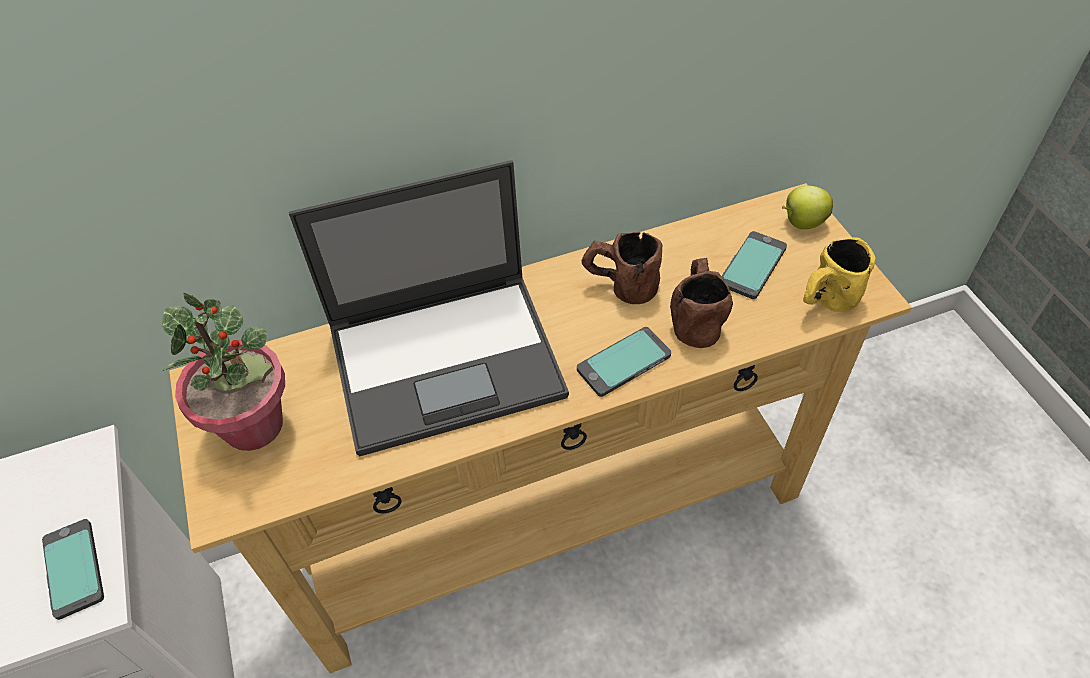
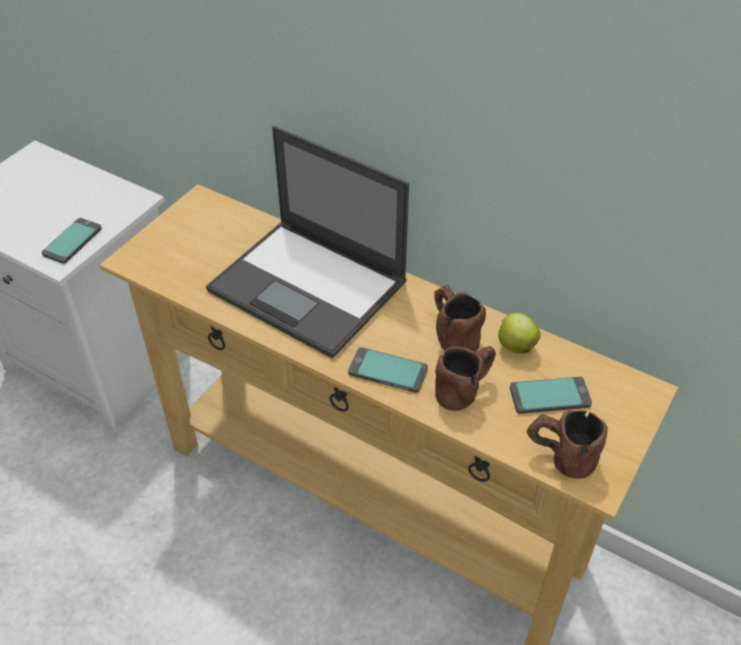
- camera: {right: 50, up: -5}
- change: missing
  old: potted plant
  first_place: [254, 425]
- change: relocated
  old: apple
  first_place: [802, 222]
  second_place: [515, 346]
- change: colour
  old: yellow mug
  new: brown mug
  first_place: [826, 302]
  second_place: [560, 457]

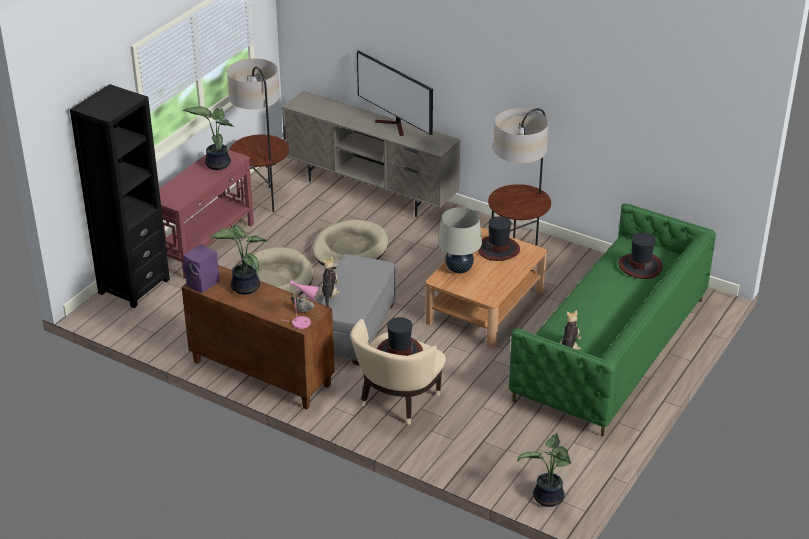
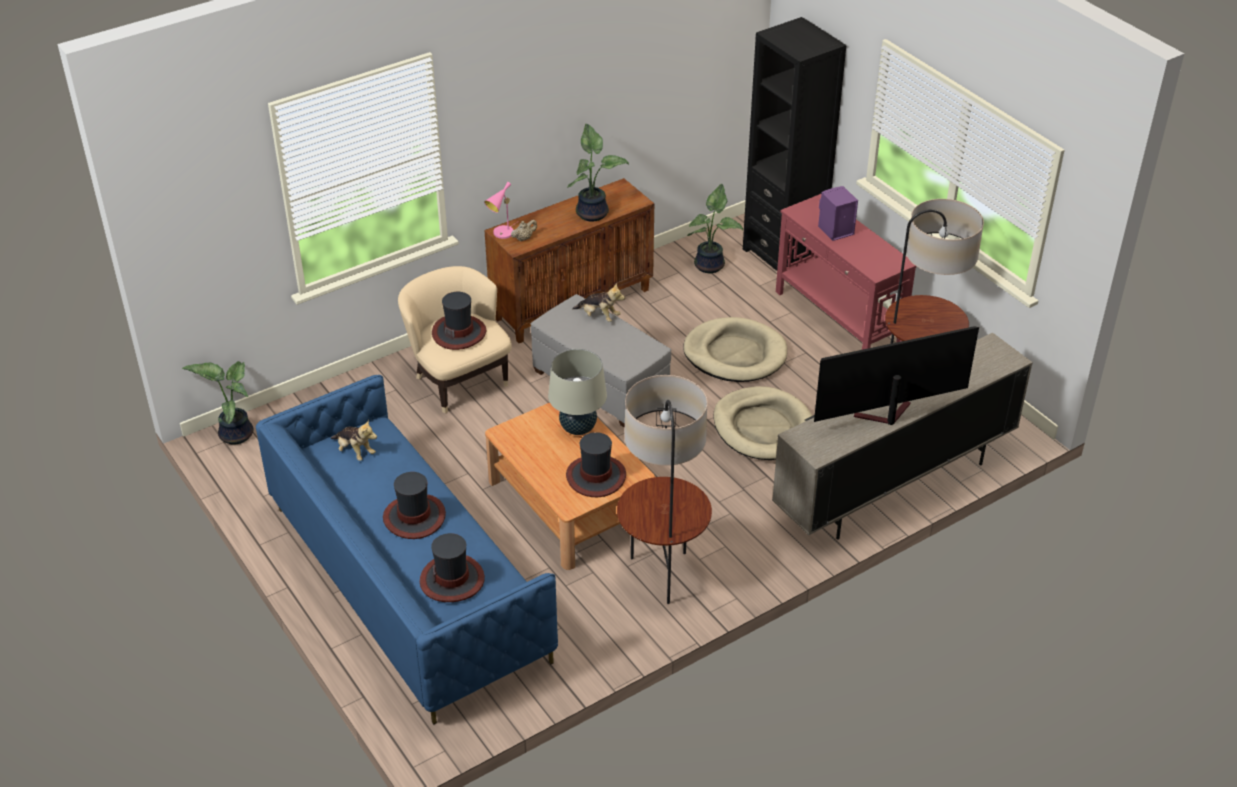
- camera: {right: 115, up: 5}
- change: appeared
  new: hat
  second_place: [414, 517]
- change: relocated
  old: potted plant
  first_place: [216, 164]
  second_place: [711, 265]
- change: relocated
  old: purple speaker
  first_place: [203, 284]
  second_place: [834, 230]
- change: colour
  old: green sofa
  new: blue sofa
  first_place: [611, 350]
  second_place: [408, 582]

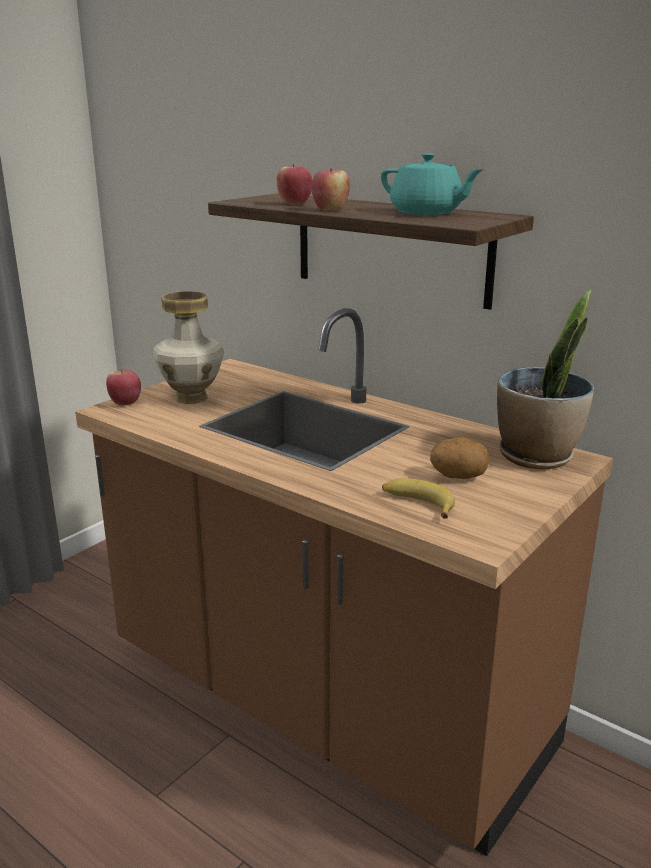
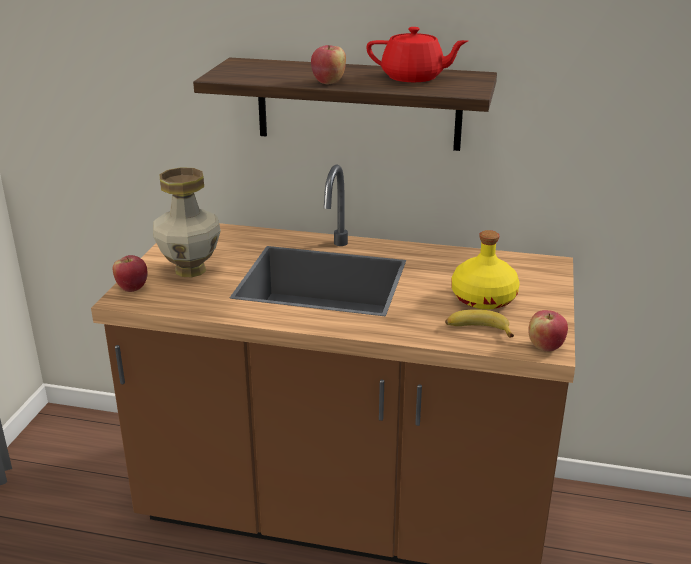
- camera: {right: -25, up: 5}
- change: missing
  old: potted plant
  first_place: [537, 456]
- change: relocated
  old: apple
  first_place: [294, 204]
  second_place: [545, 347]
- change: exchanged
  old: potato
  new: yellow bottle
  first_place: [458, 477]
  second_place: [484, 298]
- change: colour
  old: turquoise teapot
  new: red teapot
  first_place: [427, 213]
  second_place: [413, 78]

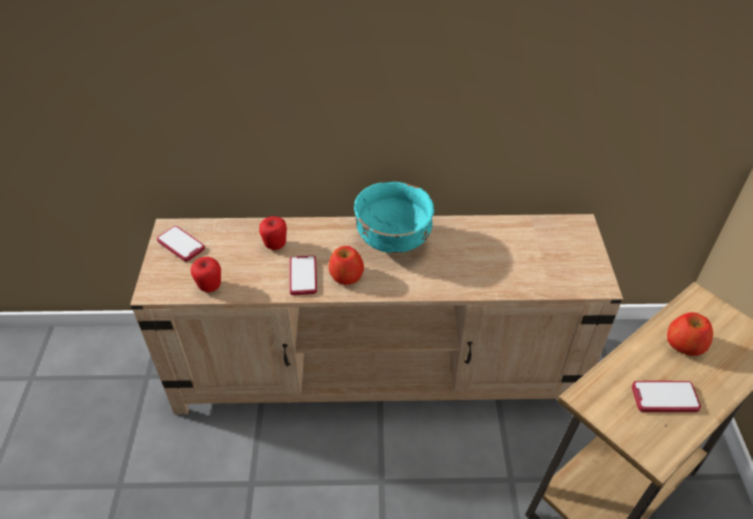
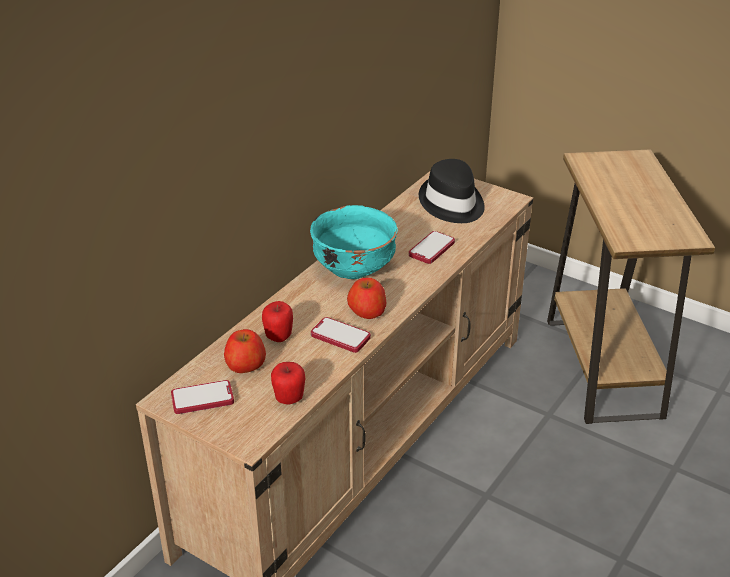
- camera: {right: -55, up: -10}
- change: appeared
  new: black hat
  second_place: [451, 203]
- change: relocated
  old: phone
  first_place: [664, 398]
  second_place: [431, 249]
- change: relocated
  old: apple
  first_place: [684, 344]
  second_place: [245, 365]

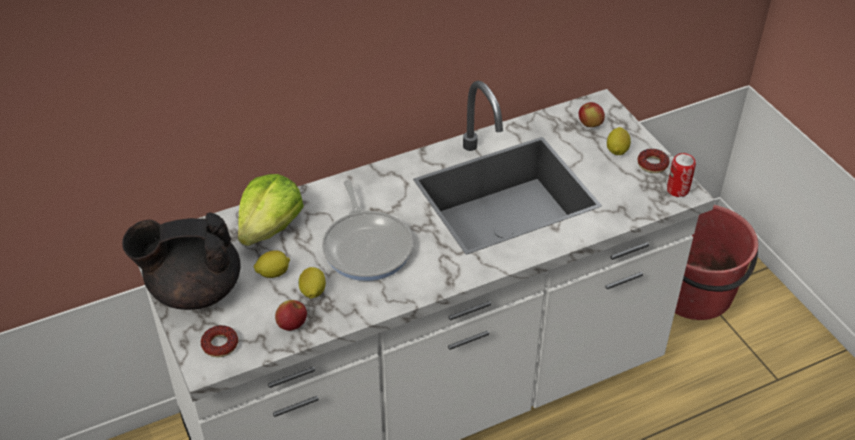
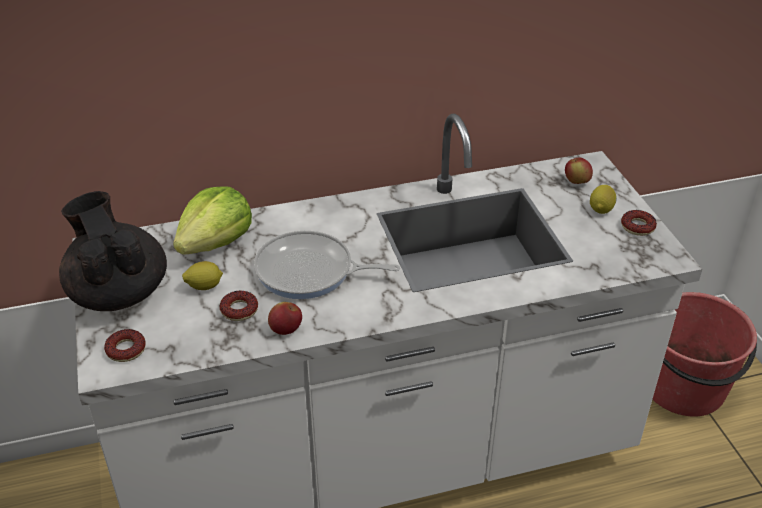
- camera: {right: 10, up: -5}
- change: missing
  old: can
  first_place: [677, 190]
- change: relocated
  old: apple
  first_place: [292, 325]
  second_place: [286, 330]
- change: exchanged
  old: lemon
  new: donut
  first_place: [312, 292]
  second_place: [239, 310]
- change: spun
  old: black teapot
  first_place: [193, 289]
  second_place: [118, 292]
  degrees: 60
- change: spun
  old: frying pan
  first_place: [367, 246]
  second_place: [310, 272]
  degrees: 105

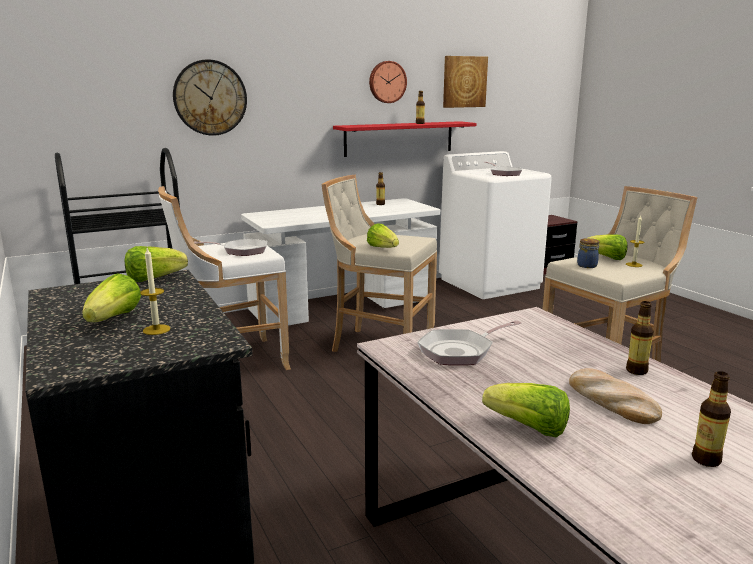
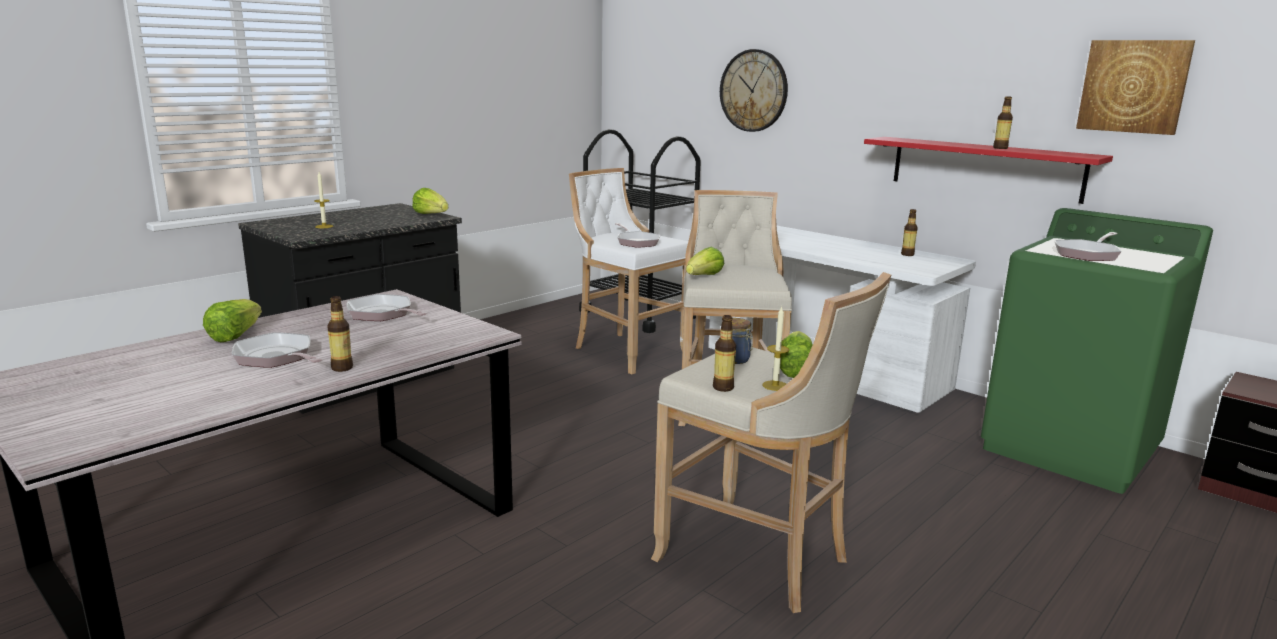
- camera: {right: 70, up: 0}
- change: missing
  old: lettuce
  first_place: [114, 319]
- change: missing
  old: wall clock
  first_place: [387, 82]
- change: relocated
  old: bottle
  first_place: [706, 460]
  second_place: [723, 388]
- change: exchanged
  old: bread
  new: frying pan
  first_place: [611, 401]
  second_place: [277, 358]
- change: colour
  old: white washing machine
  new: green washing machine
  first_place: [490, 283]
  second_place: [1070, 449]

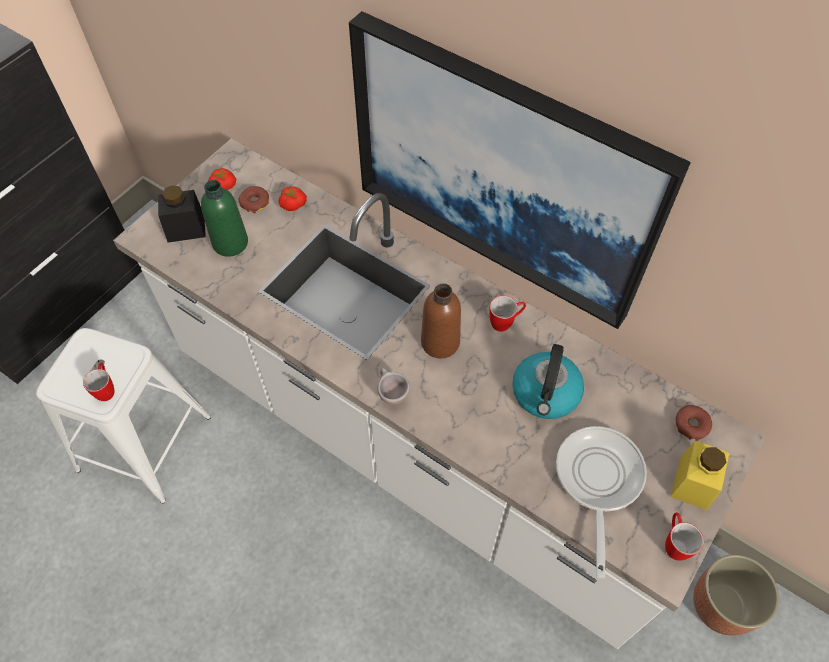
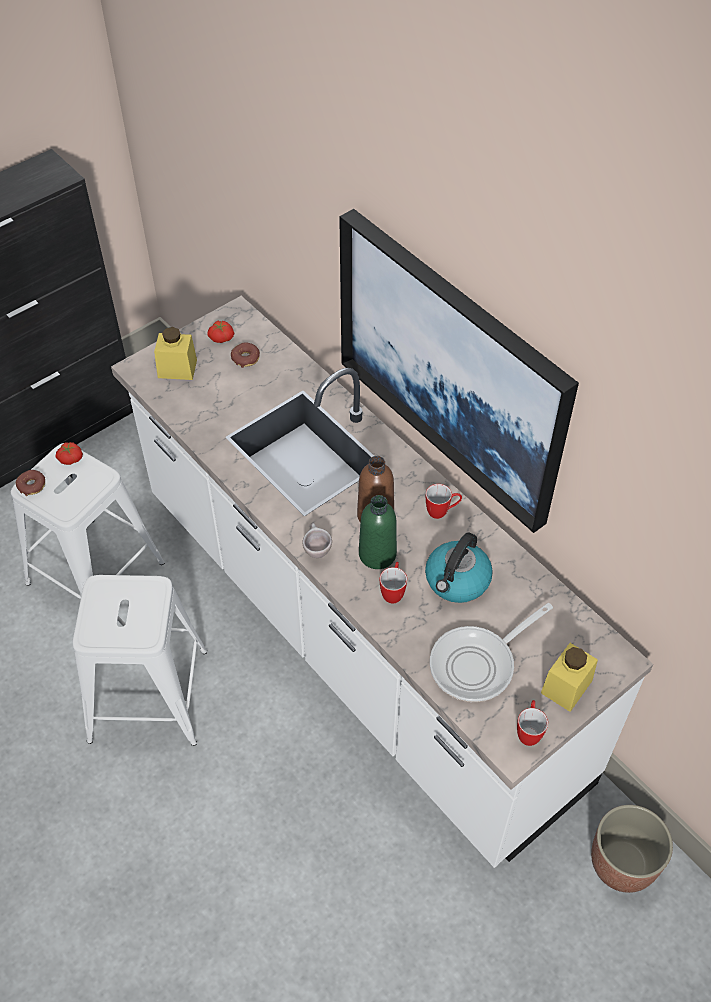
- camera: {right: 15, up: -5}
- change: appeared
  new: white stool
  second_place: [148, 694]
- change: relocated
  old: mug
  first_place: [106, 389]
  second_place: [393, 591]
- change: relocated
  old: green bottle
  first_place: [230, 243]
  second_place: [377, 554]
- change: relocated
  old: tomato
  first_place: [293, 204]
  second_place: [70, 458]
- change: relocated
  old: donut
  first_place: [691, 425]
  second_place: [32, 485]
- change: colour
  old: black jar
  new: yellow jar
  first_place: [186, 228]
  second_place: [177, 368]
- change: spun
  old: frying pan
  first_place: [597, 481]
  second_place: [478, 664]
  degrees: -150

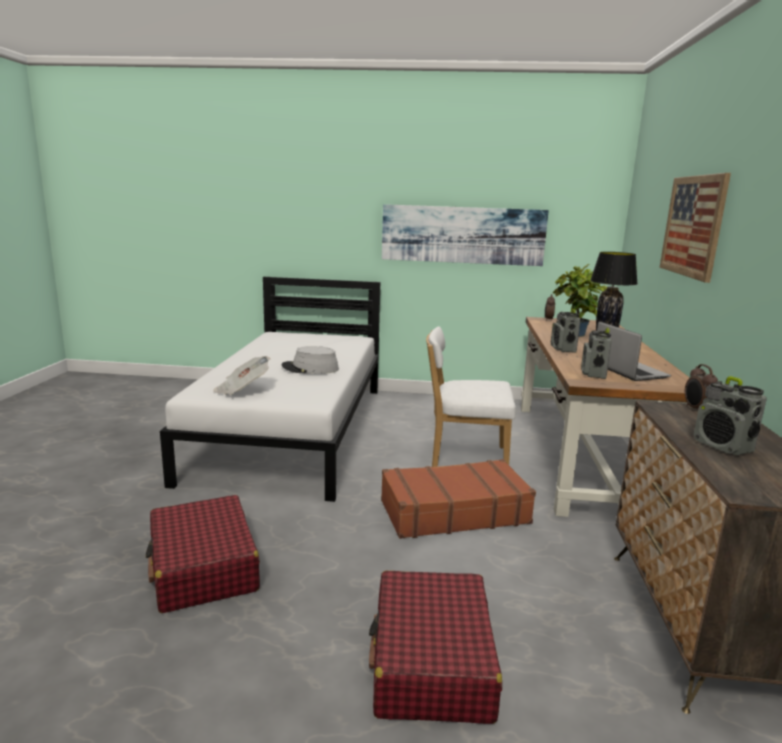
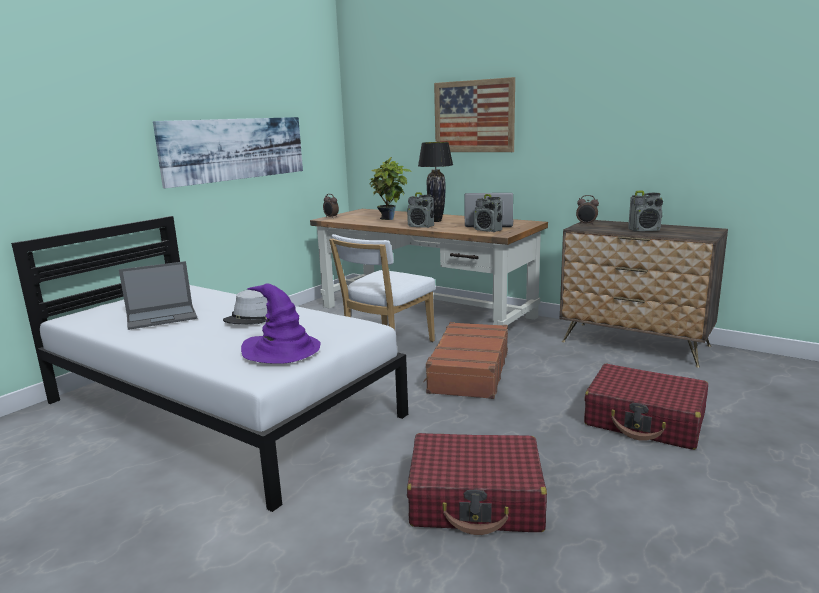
- camera: {right: -60, up: 0}
- change: appeared
  new: laptop
  second_place: [162, 317]
- change: exchanged
  old: newspaper
  new: purple hat
  first_place: [242, 390]
  second_place: [282, 350]

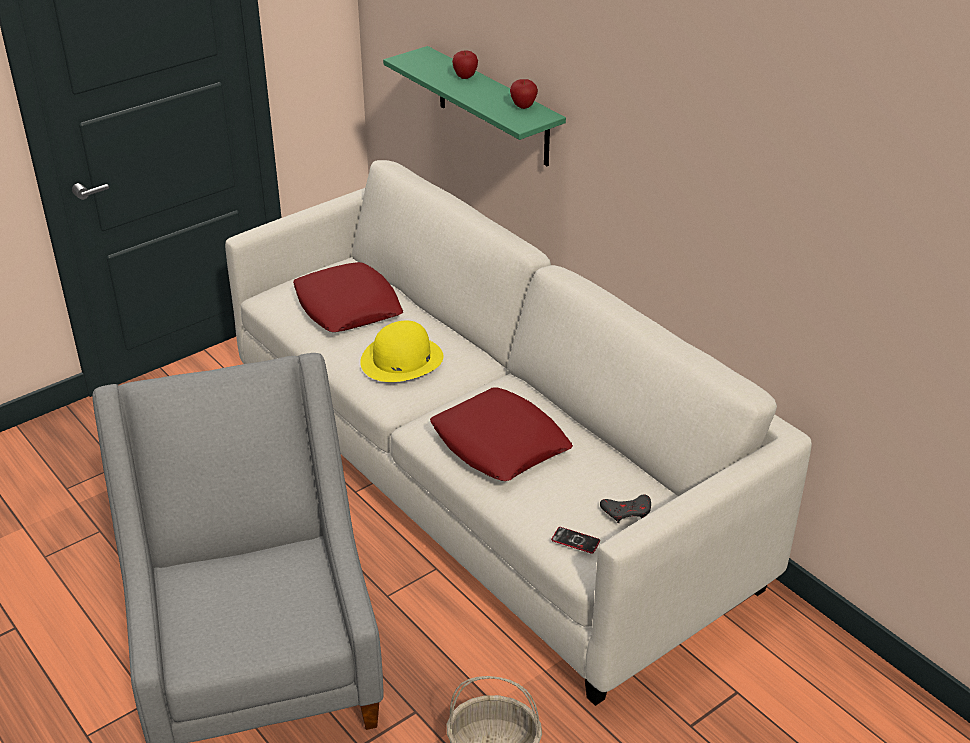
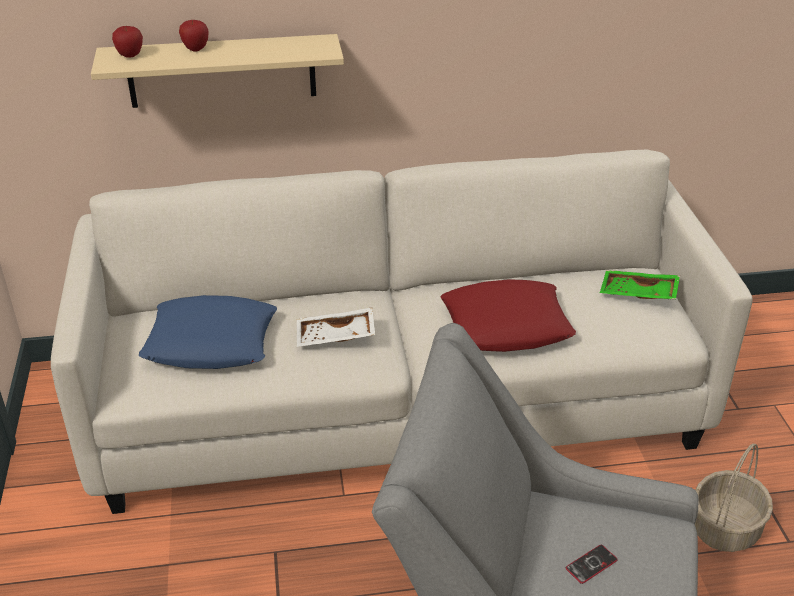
- camera: {right: -60, up: 0}
- change: relocated
  old: apple
  first_place: [523, 107]
  second_place: [130, 56]
- change: relocated
  old: phone
  first_place: [575, 541]
  second_place: [591, 564]
- change: exchanged
  old: yellow hat
  new: white tray
  first_place: [401, 359]
  second_place: [335, 337]
- change: exchanged
  old: grey game controller
  new: green tray
  first_place: [627, 511]
  second_place: [638, 294]
- change: colour
  old: red pillow
  new: blue pillow
  first_place: [348, 307]
  second_place: [211, 342]
- change: colour
  old: green shelf
  new: beige shelf
  first_place: [493, 107]
  second_place: [222, 71]

